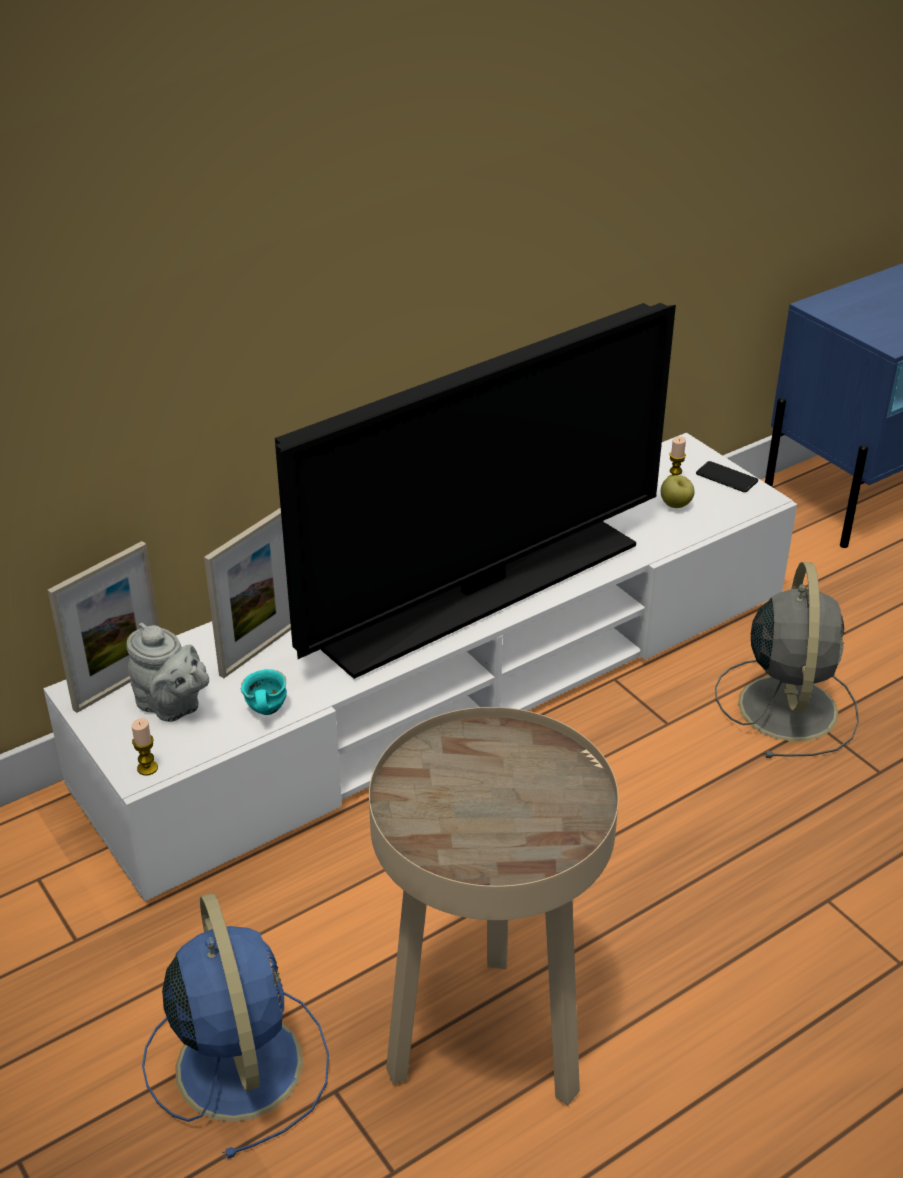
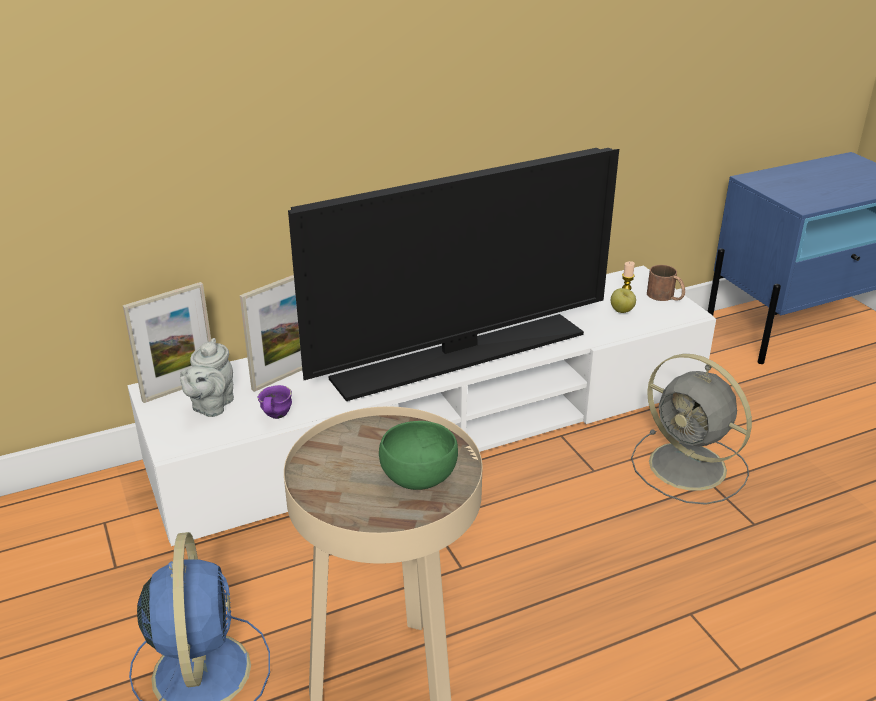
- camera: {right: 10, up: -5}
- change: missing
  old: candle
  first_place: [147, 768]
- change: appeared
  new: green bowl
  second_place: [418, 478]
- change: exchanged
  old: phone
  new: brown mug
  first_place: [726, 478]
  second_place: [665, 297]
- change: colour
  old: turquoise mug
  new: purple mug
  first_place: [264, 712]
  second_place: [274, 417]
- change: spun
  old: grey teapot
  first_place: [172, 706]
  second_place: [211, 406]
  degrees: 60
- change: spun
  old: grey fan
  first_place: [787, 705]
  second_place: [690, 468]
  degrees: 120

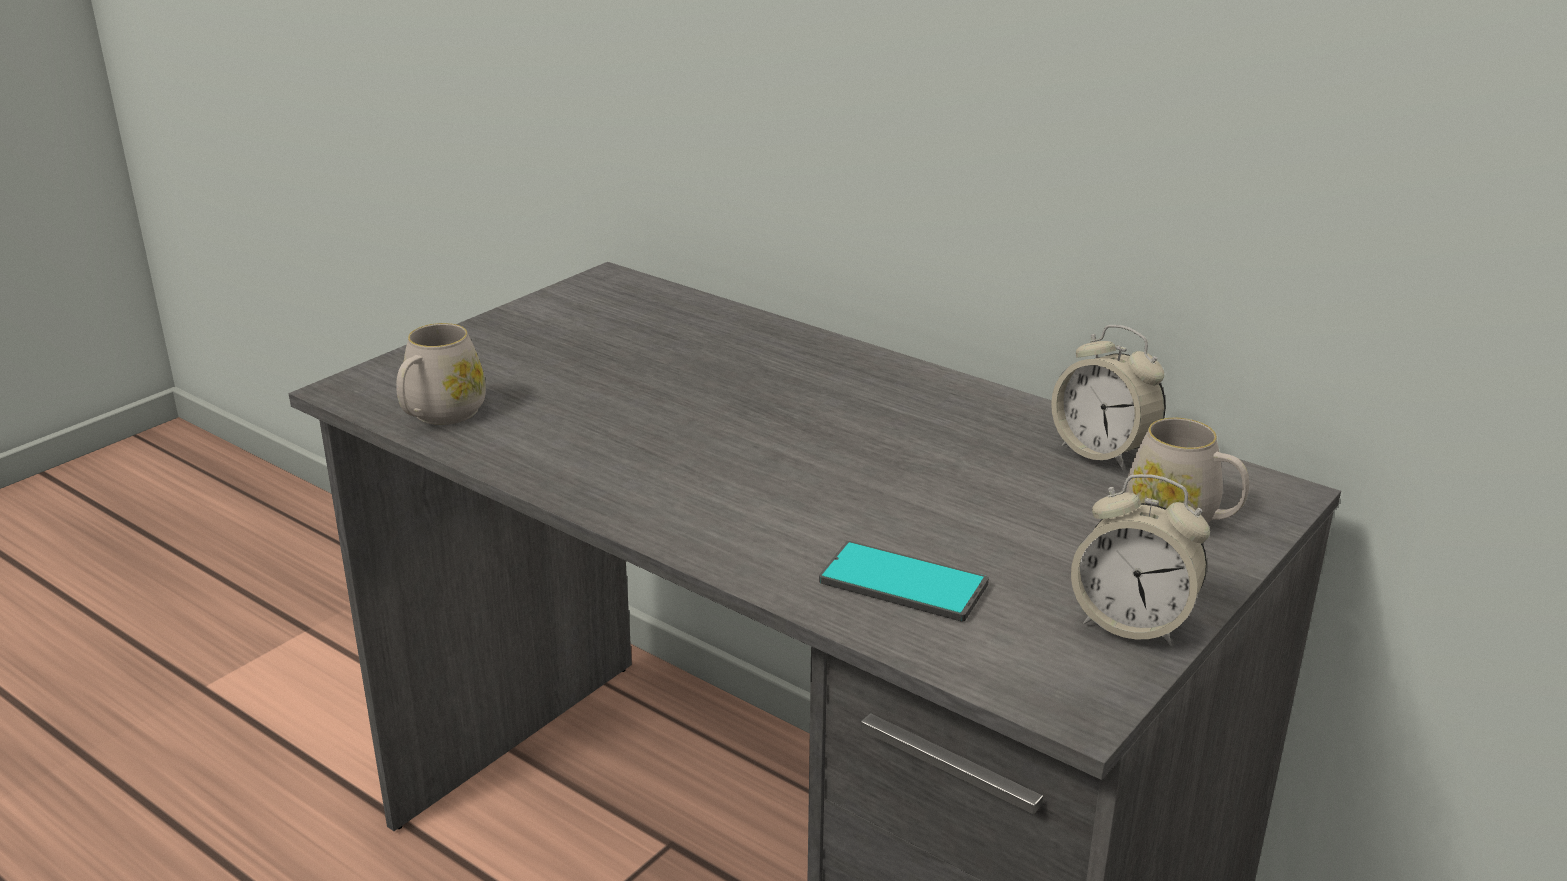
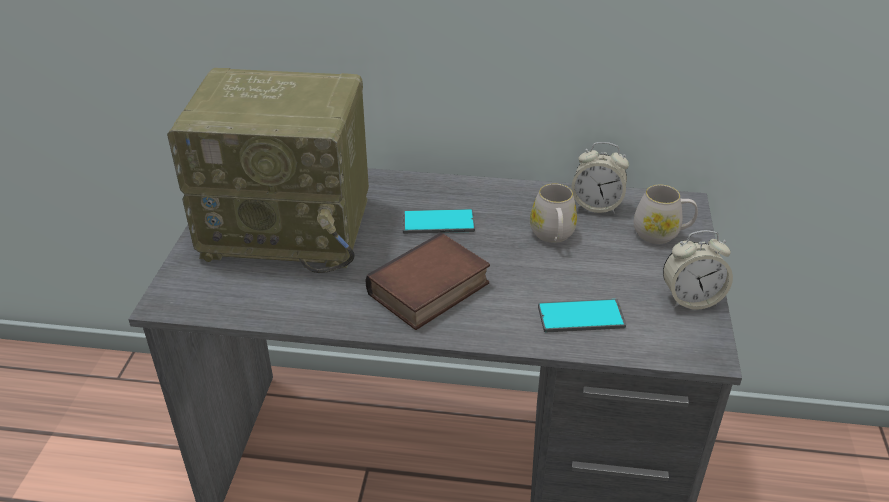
- camera: {right: -30, up: 10}
- change: appeared
  new: radio
  second_place: [291, 226]
- change: appeared
  new: book
  second_place: [429, 291]
- change: appeared
  new: phone
  second_place: [438, 222]
- change: relocated
  old: white mug
  first_place: [439, 415]
  second_place: [553, 236]

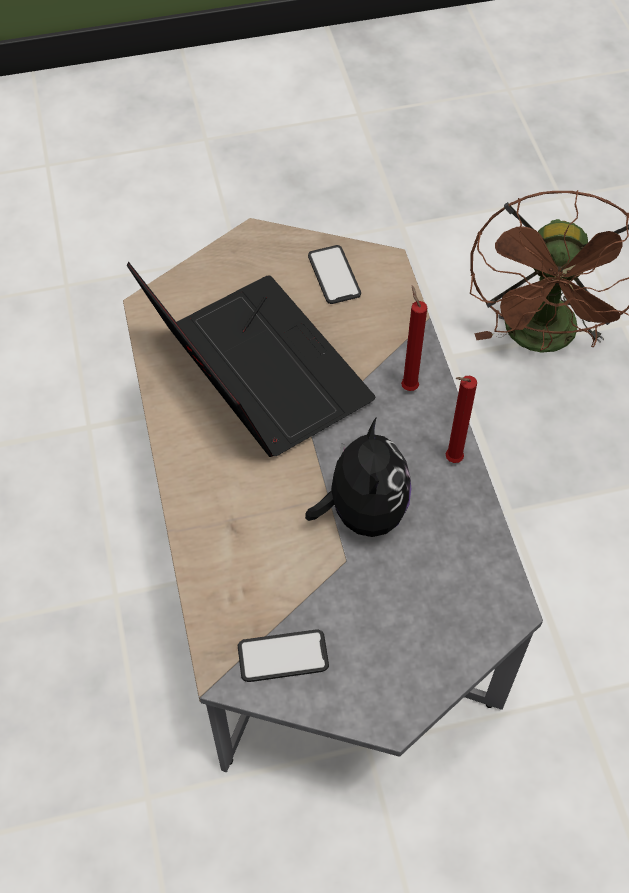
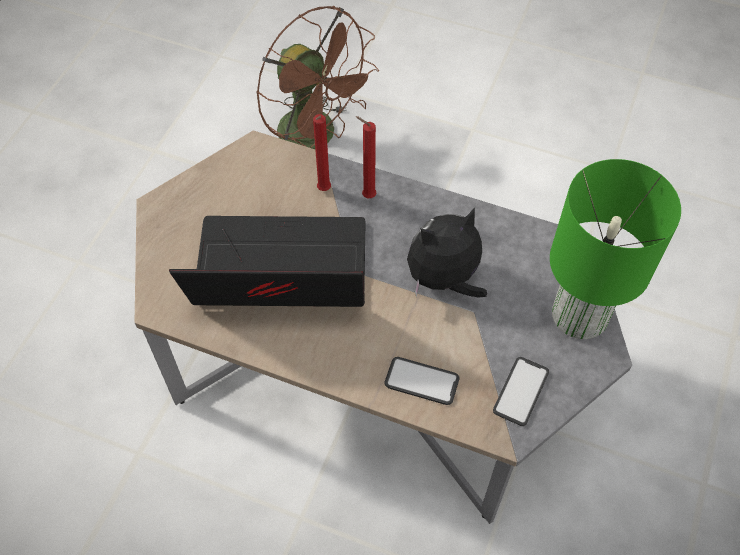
- camera: {right: -55, up: 0}
- change: appeared
  new: green table lamp
  second_place: [579, 317]
- change: relocated
  old: phone
  first_place: [334, 275]
  second_place: [421, 381]
- change: relocated
  old: red candle
  first_place: [451, 460]
  second_place: [323, 191]
- change: spun
  old: plush toy
  first_place: [362, 511]
  second_place: [444, 280]
  degrees: -60

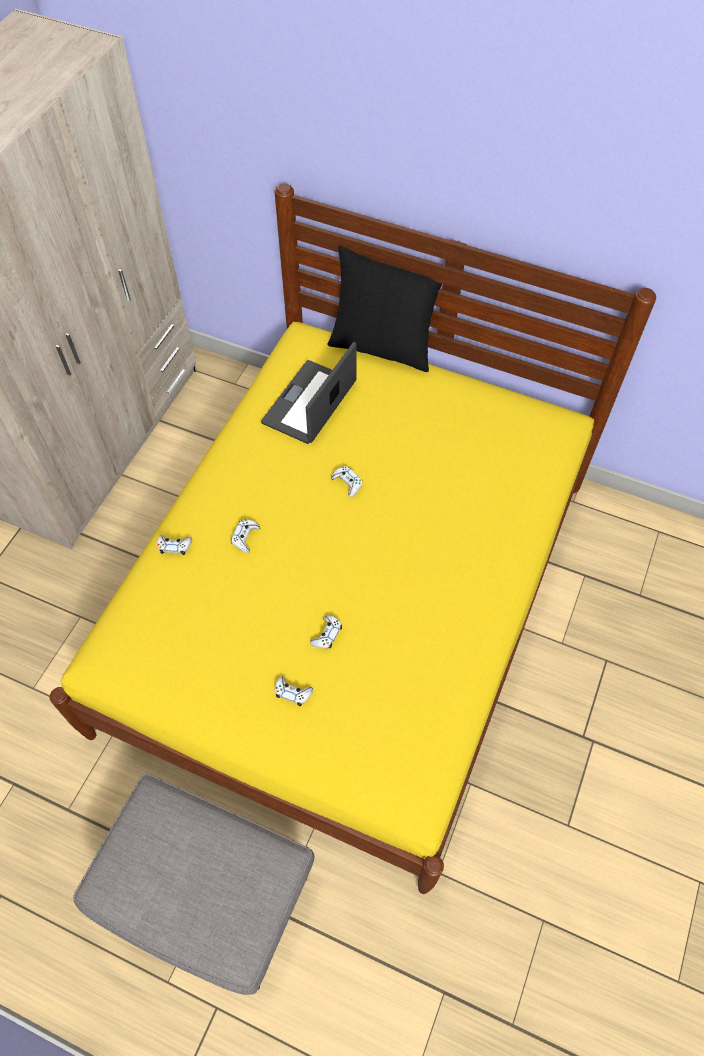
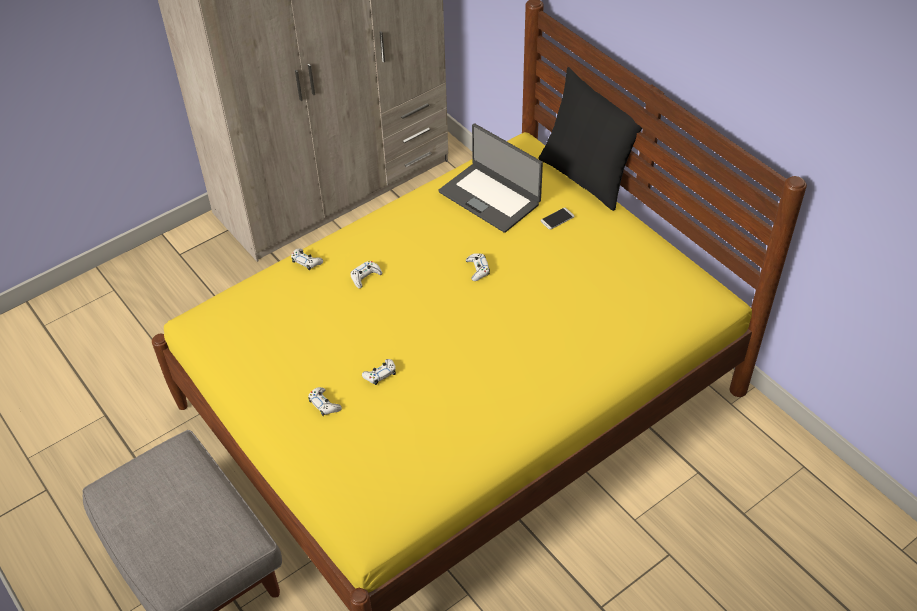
- camera: {right: 30, up: -10}
- change: appeared
  new: phone
  second_place: [557, 219]
- change: spun
  old: laptop
  first_place: [310, 403]
  second_place: [490, 197]
  degrees: -105

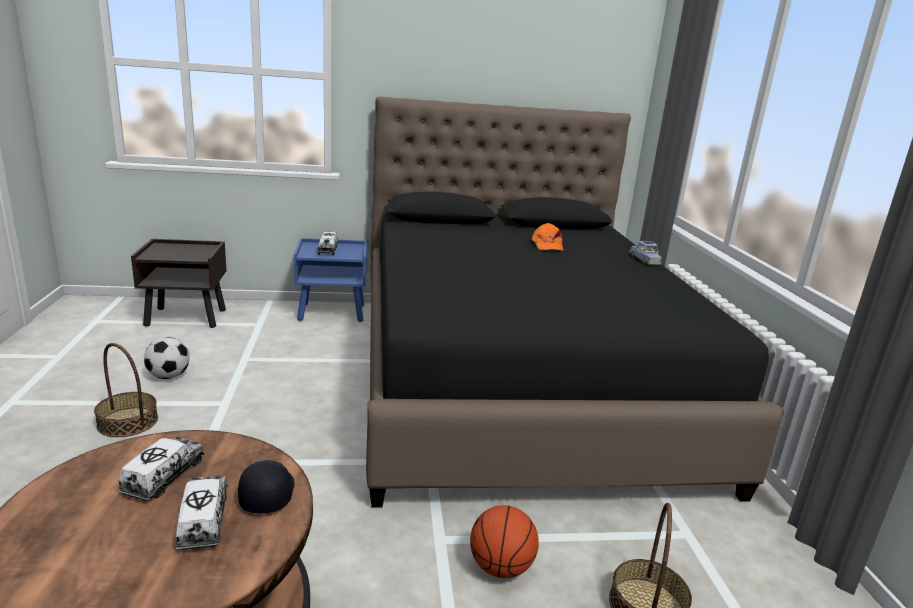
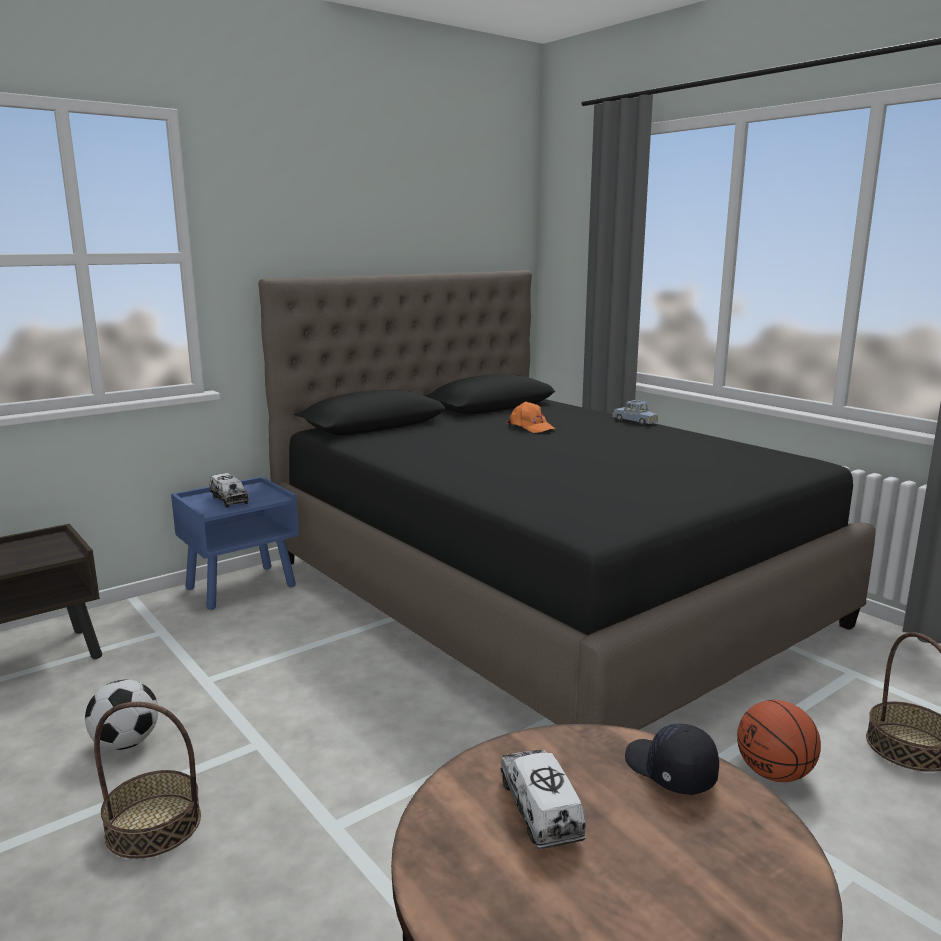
- camera: {right: -30, up: -5}
- change: missing
  old: toy truck
  first_place: [203, 520]

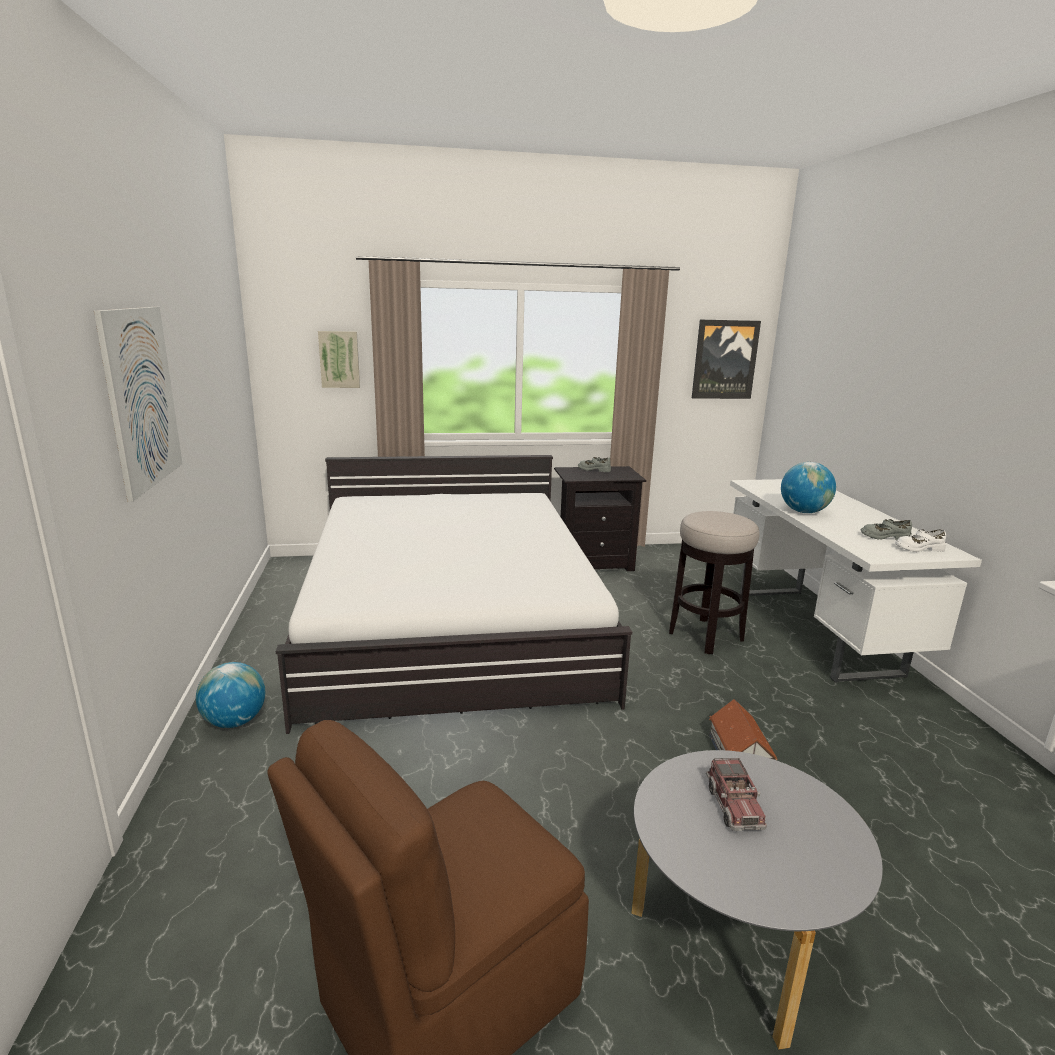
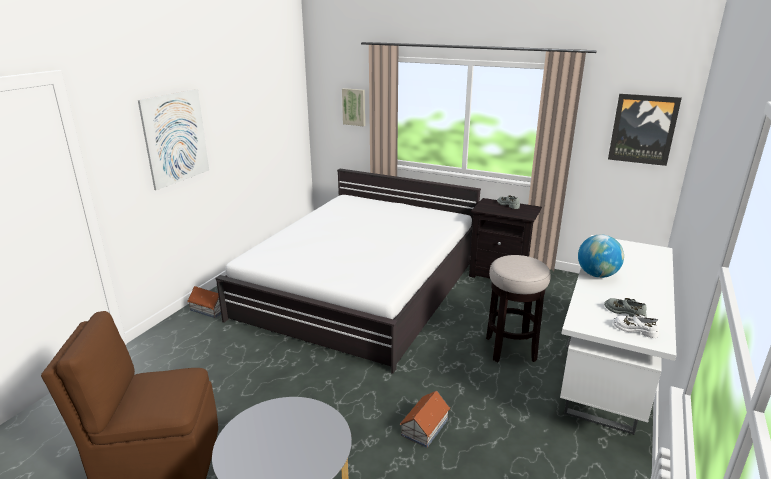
- camera: {right: 35, up: 5}
- change: missing
  old: toy truck
  first_place: [734, 805]
- change: exchanged
  old: globe
  new: toy house
  first_place: [234, 722]
  second_place: [209, 308]

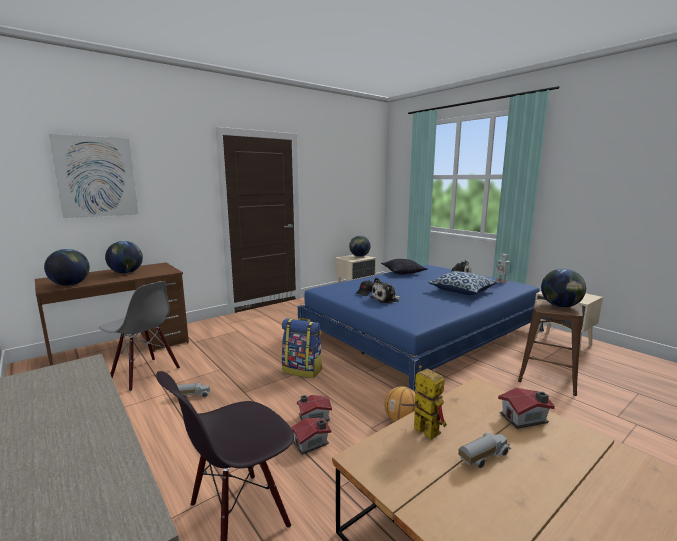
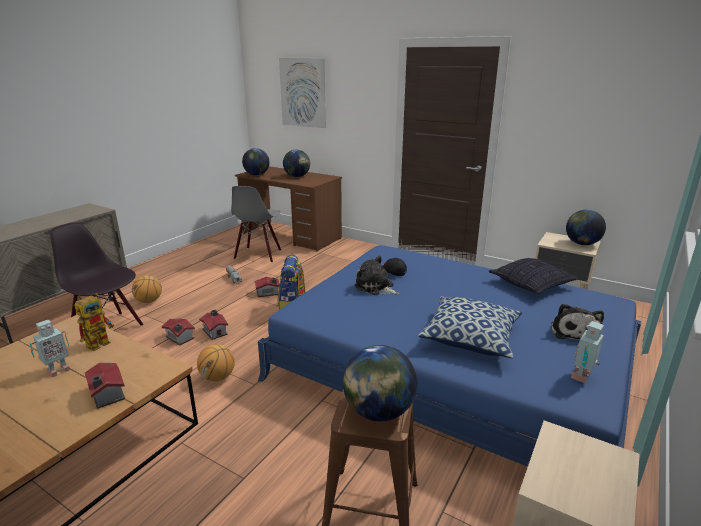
- camera: {right: 70, up: 10}
- change: appeared
  new: basketball
  second_place: [149, 301]
- change: appeared
  new: toy house
  second_place: [268, 293]
- change: exchanged
  old: toy truck
  new: toy robot
  first_place: [483, 457]
  second_place: [57, 371]

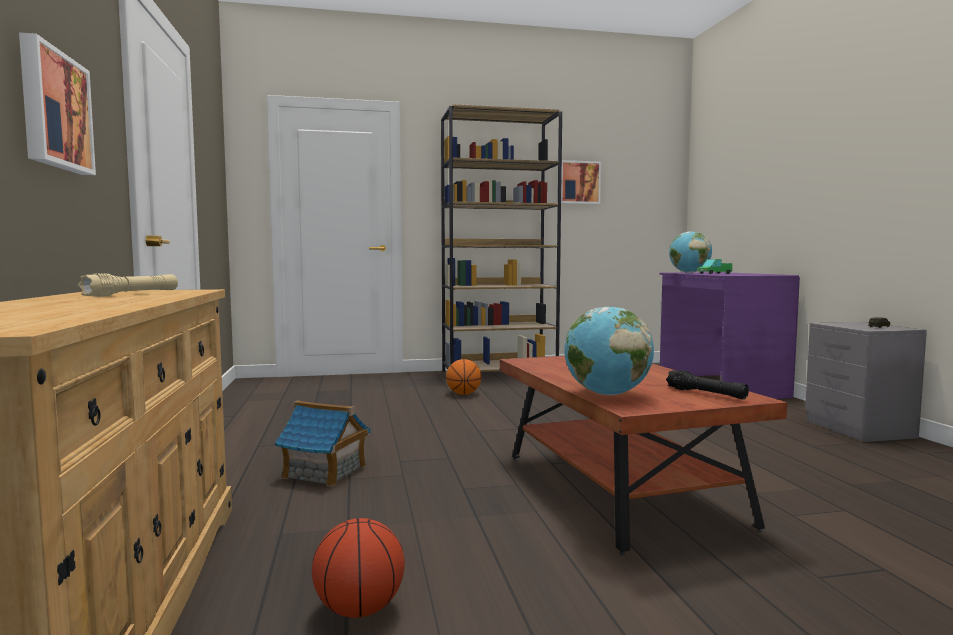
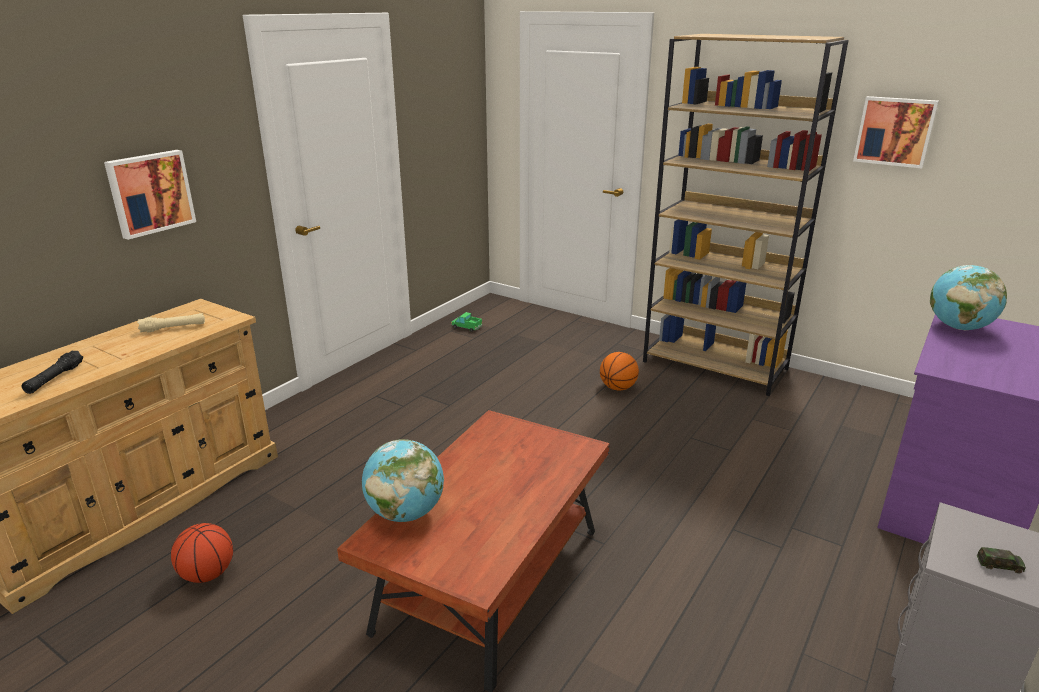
- camera: {right: 45, up: 20}
- change: missing
  old: toy house
  first_place: [325, 472]
- change: relocated
  old: black flashlight
  first_place: [706, 394]
  second_place: [55, 378]
- change: relocated
  old: toy truck
  first_place: [714, 273]
  second_place: [466, 327]

